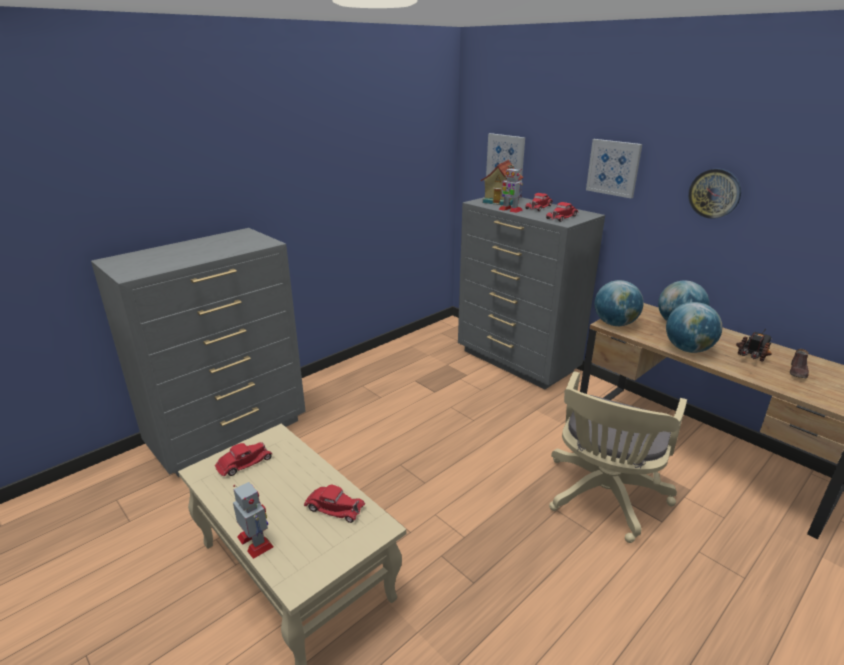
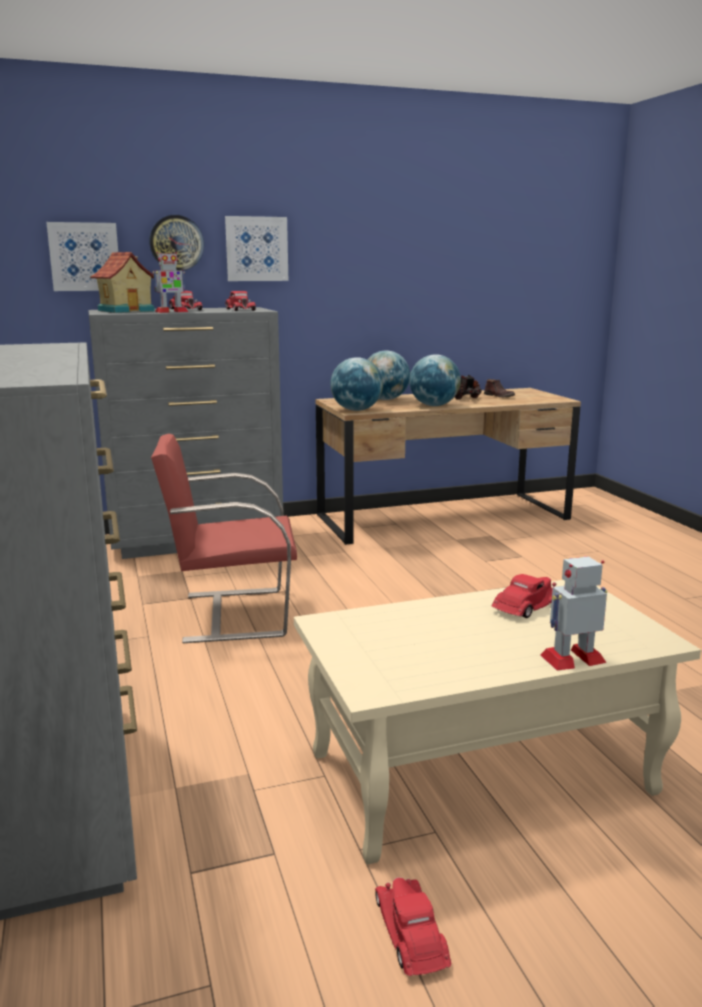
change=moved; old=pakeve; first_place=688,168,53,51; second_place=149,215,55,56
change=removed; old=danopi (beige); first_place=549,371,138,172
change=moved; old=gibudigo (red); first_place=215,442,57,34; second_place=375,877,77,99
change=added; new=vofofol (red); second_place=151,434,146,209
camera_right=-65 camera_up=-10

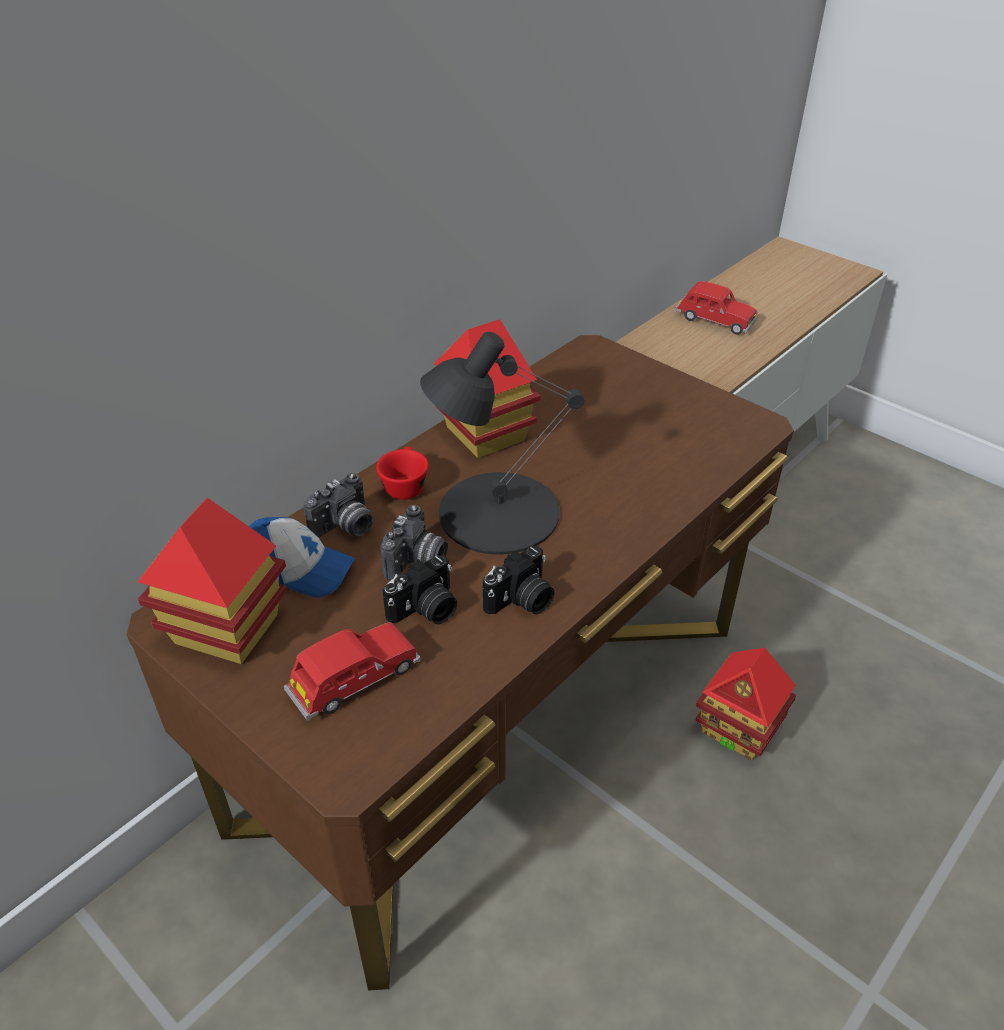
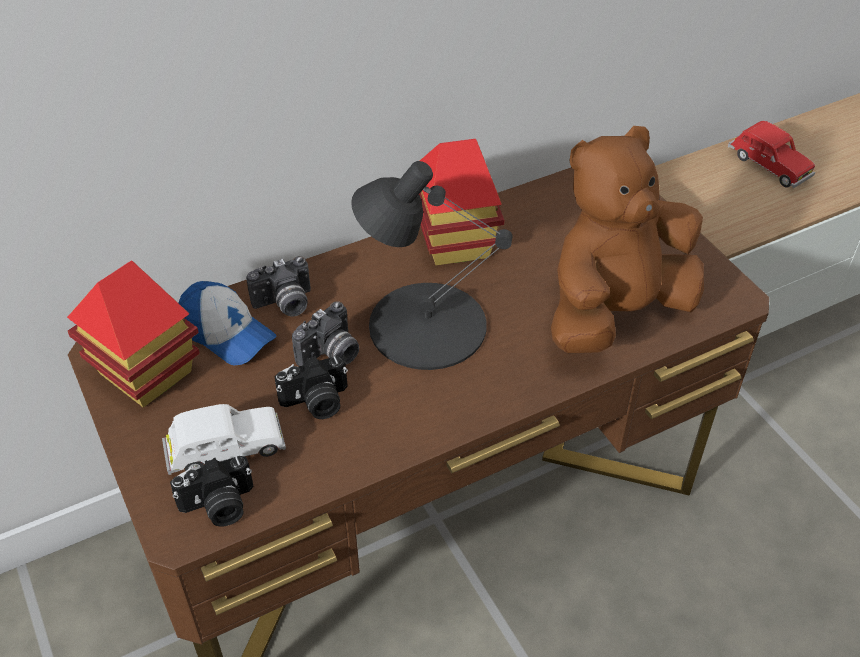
change=removed; old=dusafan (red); first_place=376,447,53,53
change=moved; old=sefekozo; first_place=483,546,71,69; second_place=170,456,84,71
change=recoloured; old=gibudigo (red); new=gibudigo (white); first_place=284,622,137,99; second_place=162,404,124,71
change=removed; old=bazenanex; first_place=695,648,101,112
change=added; new=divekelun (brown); second_place=551,126,153,227
camera_right=20 camera_up=5

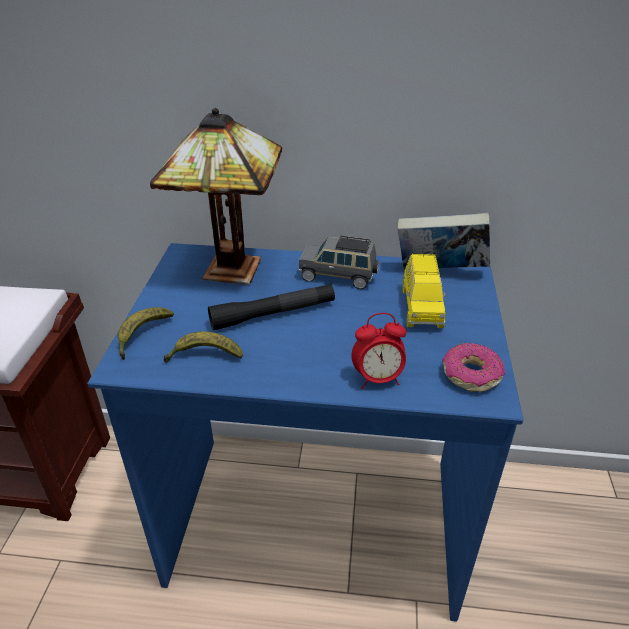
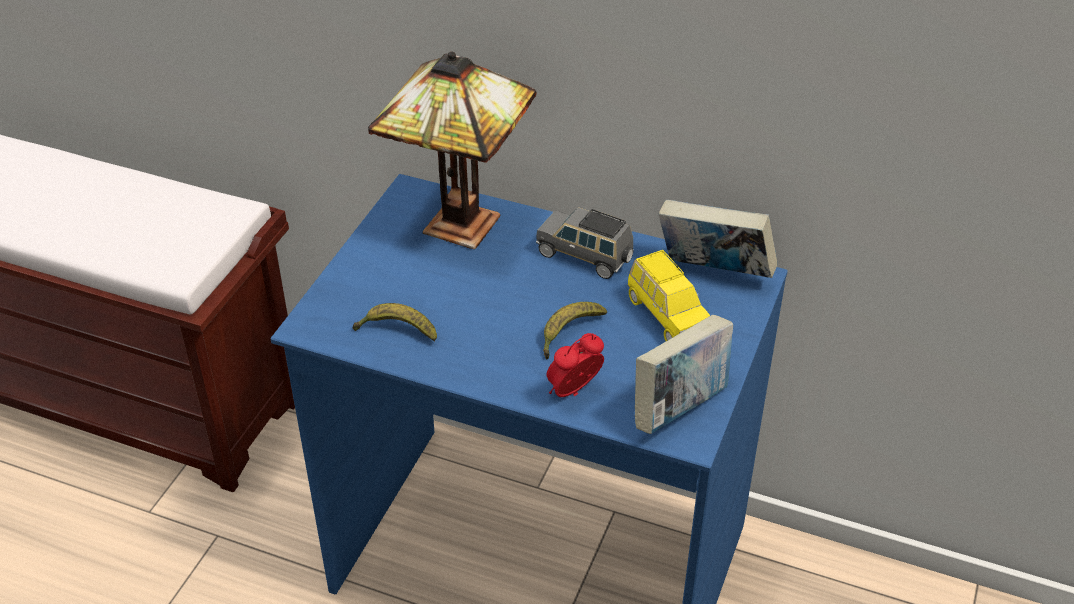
change=turned; old=gibudigo (yellow); first_place=403,254,43,74; second_place=627,250,83,91; degrees=-45
change=removed; old=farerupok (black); first_place=208,284,127,47
change=moved; old=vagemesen; first_place=118,307,56,53; second_place=543,302,64,58
change=turned; old=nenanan; first_place=351,313,55,76; second_place=546,333,58,64; degrees=135
change=replaced; old=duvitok; new=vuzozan; first_place=442,343,63,49; second_place=635,315,98,119
camera_right=15 camera_up=5

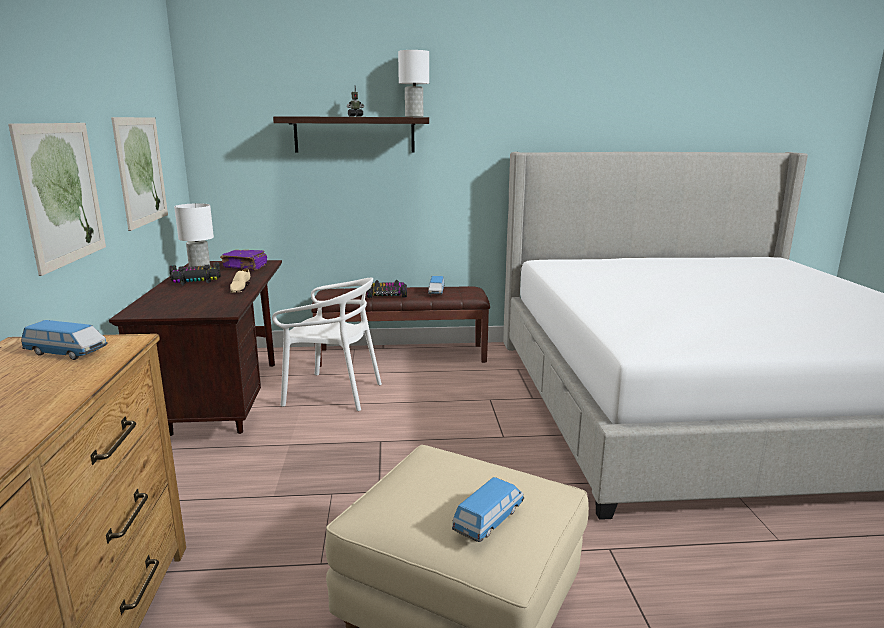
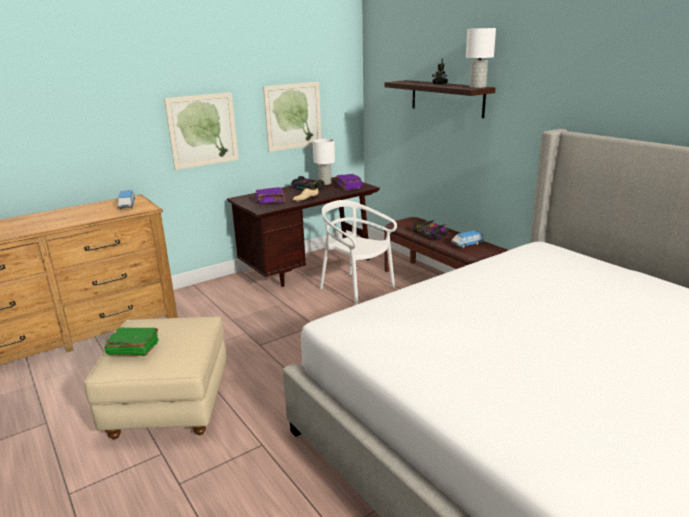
change=turned; old=vofofol (white); first_place=272,278,110,133; second_place=320,200,77,105; degrees=150
change=replaced; old=gibudigo; new=vuzozan (green); first_place=452,477,72,65; second_place=104,327,54,29
change=added; new=vuzozan (purple); second_place=256,187,29,17
camera_right=60 camera_up=5

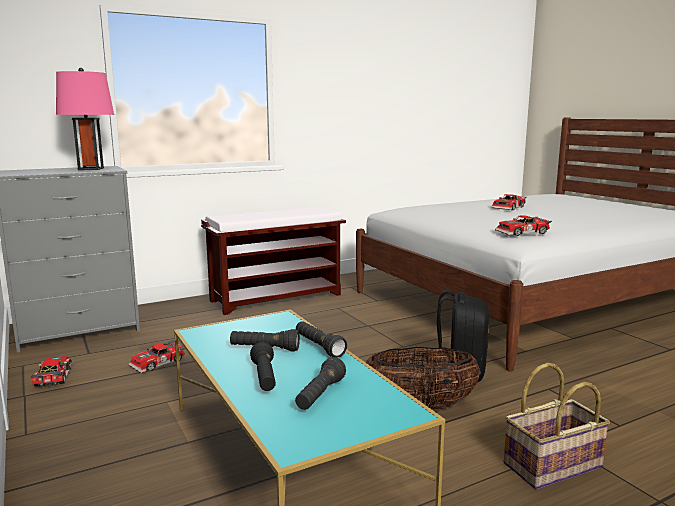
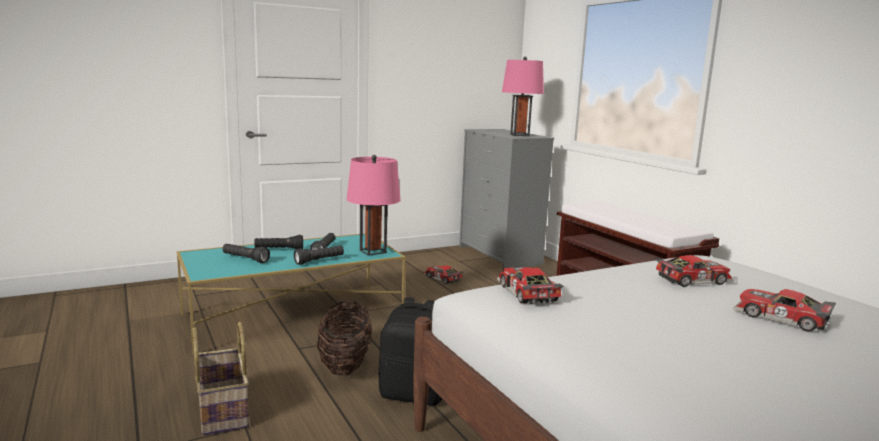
change=moved; old=gibudigo; first_place=31,356,42,31; second_place=655,255,79,32
change=added; new=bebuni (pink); second_place=346,155,55,101
camera_right=90 camera_up=0

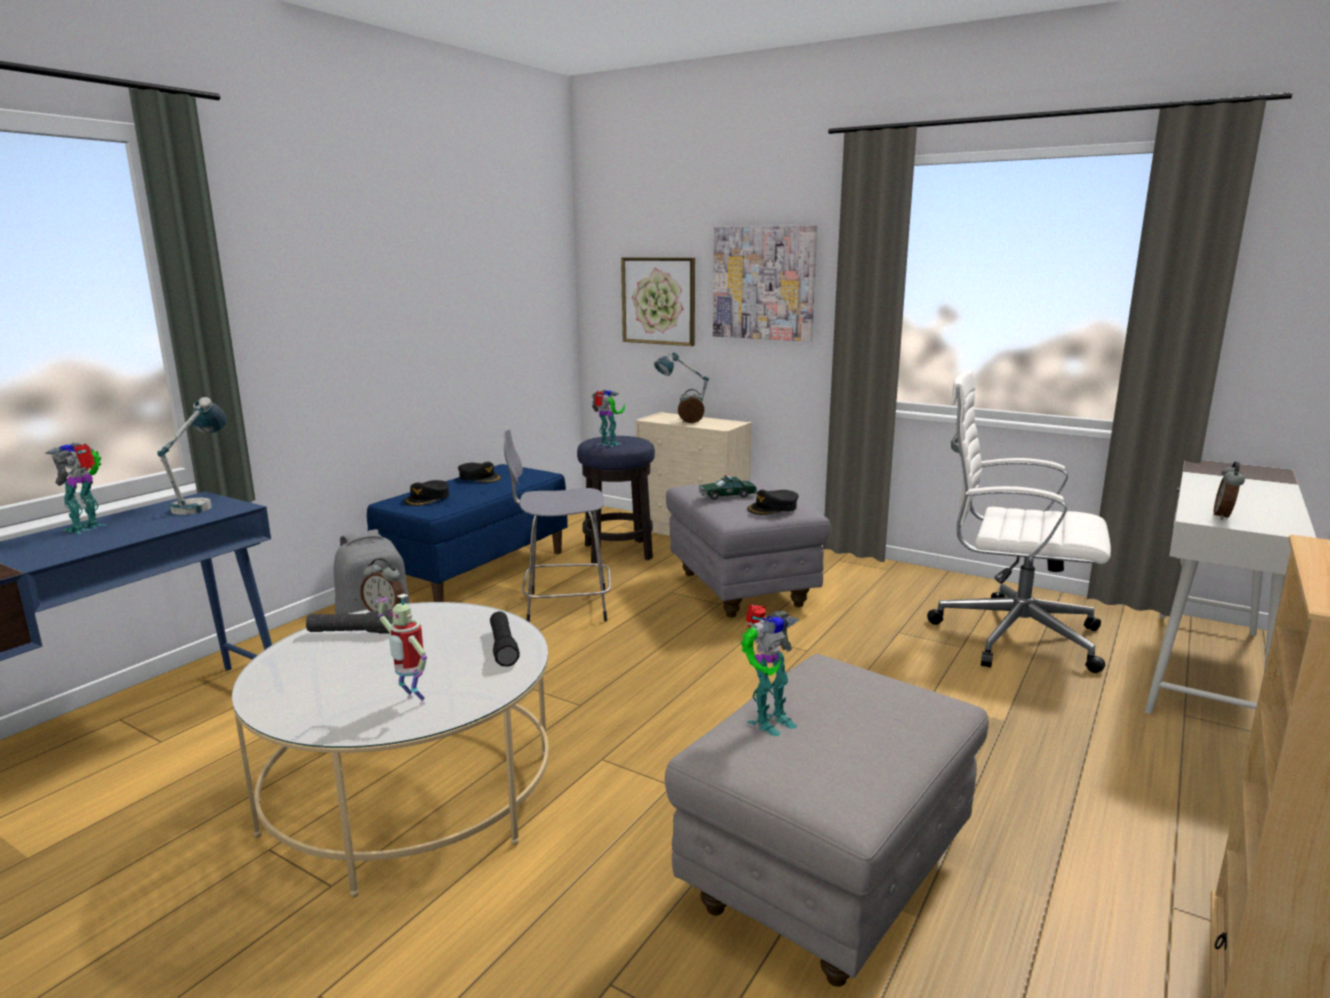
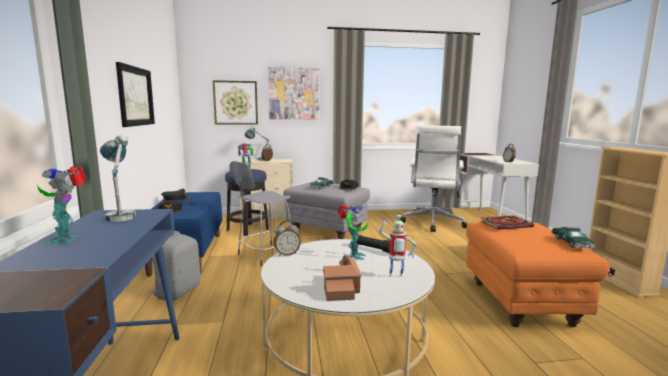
change=turned; old=danopi (white); first_place=927,370,184,303; second_place=400,125,67,107; degrees=-60
change=moved; old=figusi; first_place=741,604,59,132; second_place=338,204,30,56
change=removed; old=farerupok (black); first_place=306,610,88,24
change=recoloured; old=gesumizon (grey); new=gesumizon (orange); first_place=665,654,324,333; second_place=466,222,143,105
change=added; new=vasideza; second_place=116,62,39,65
change=added; new=vuzozan; second_place=481,216,53,14
change=added; new=gibudigo; second_place=551,227,44,21
change=added; new=bazenanex; second_place=323,255,39,46
camera_right=-40 camera_up=-5

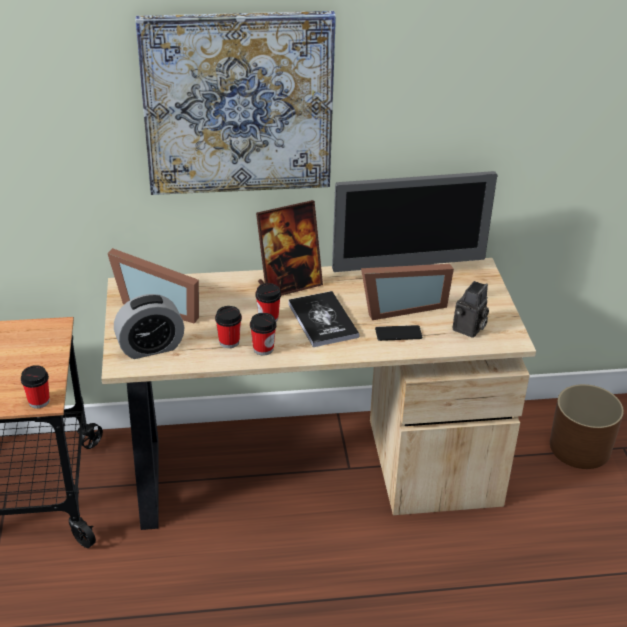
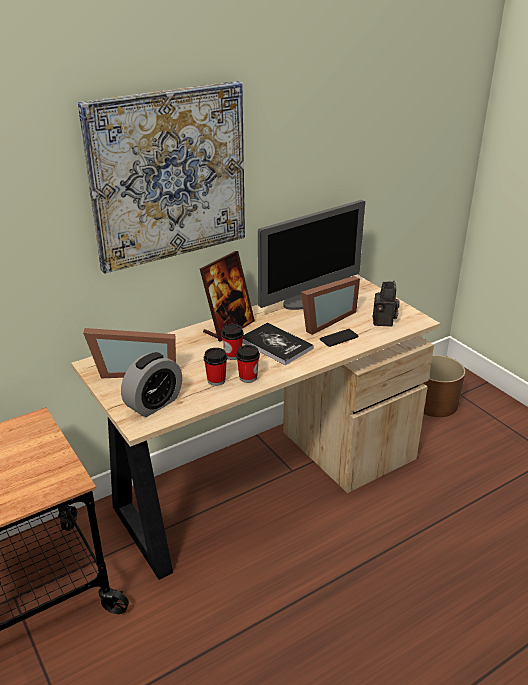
change=removed; old=dusafan; first_place=21,365,29,43
camera_right=-25 camera_up=-5

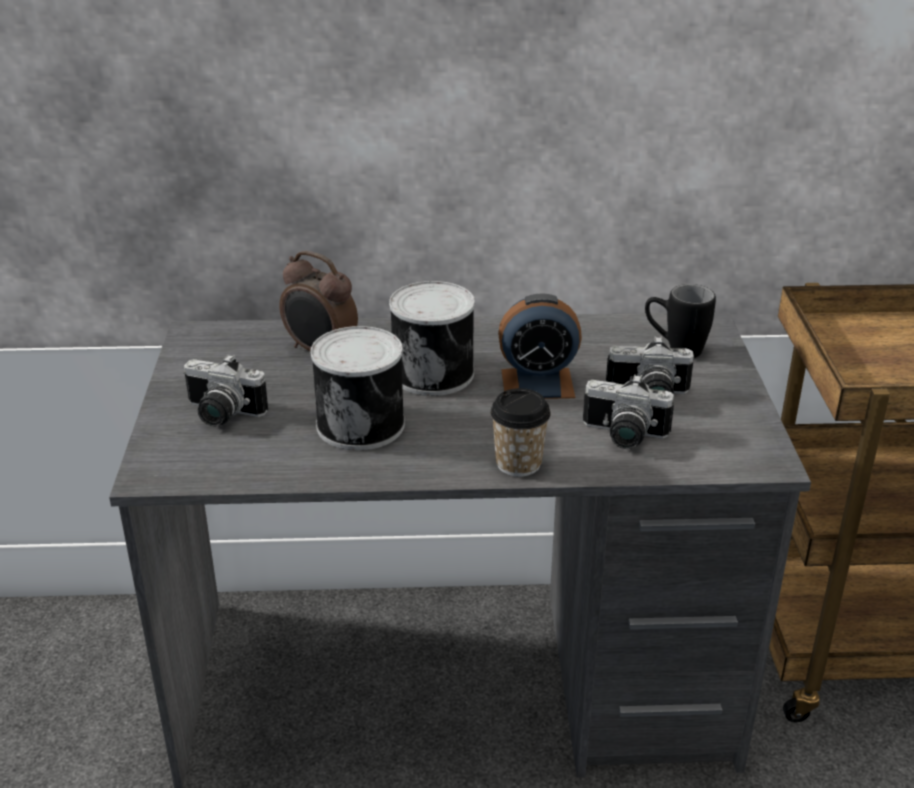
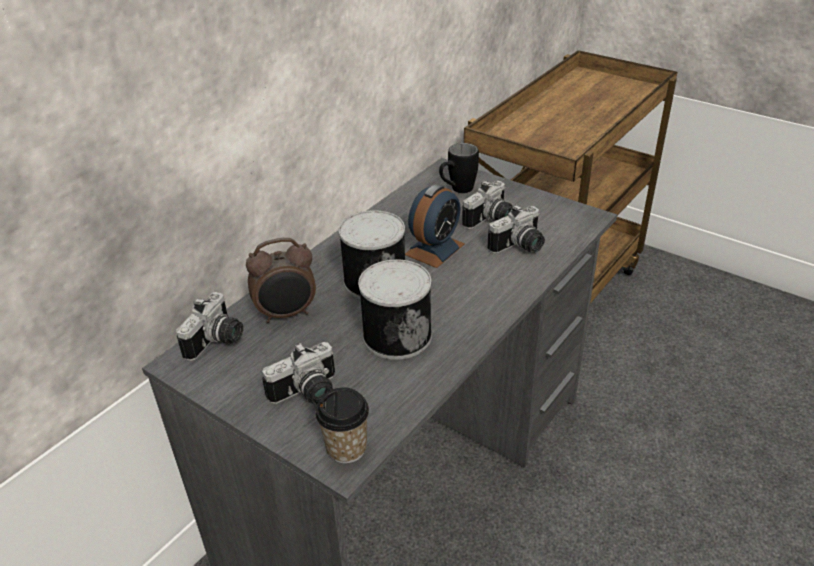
change=moved; old=dusafan; first_place=490,388,61,89; second_place=316,387,53,77
change=added; new=sefekozo; second_place=176,292,67,69
camera_right=-50 camera_up=5

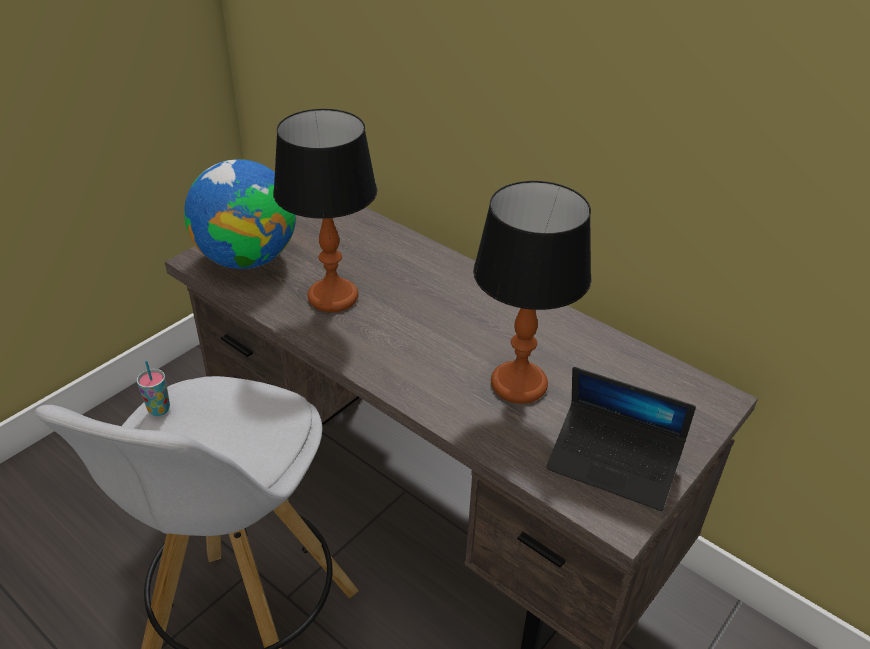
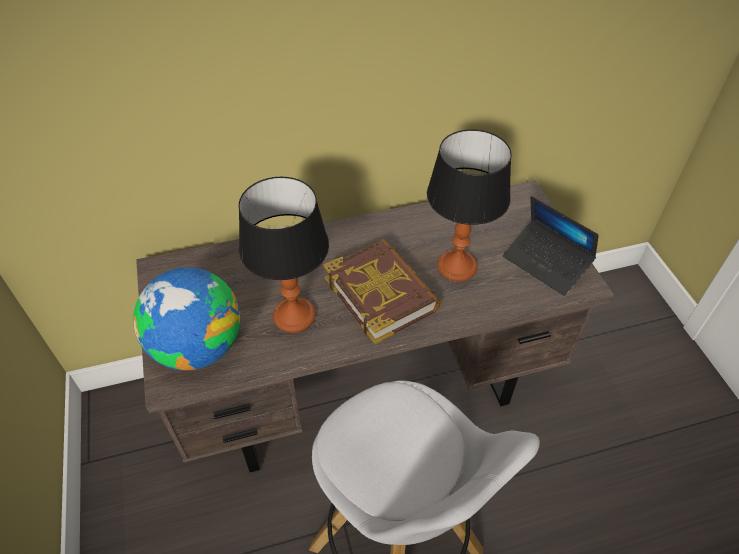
change=removed; old=dusafan; first_place=137,361,33,55
change=turned; old=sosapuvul; first_place=546,367,150,144; second_place=503,196,96,100; degrees=75
change=added; new=vuzozan; second_place=324,239,117,105
camera_right=-55 camera_up=10

